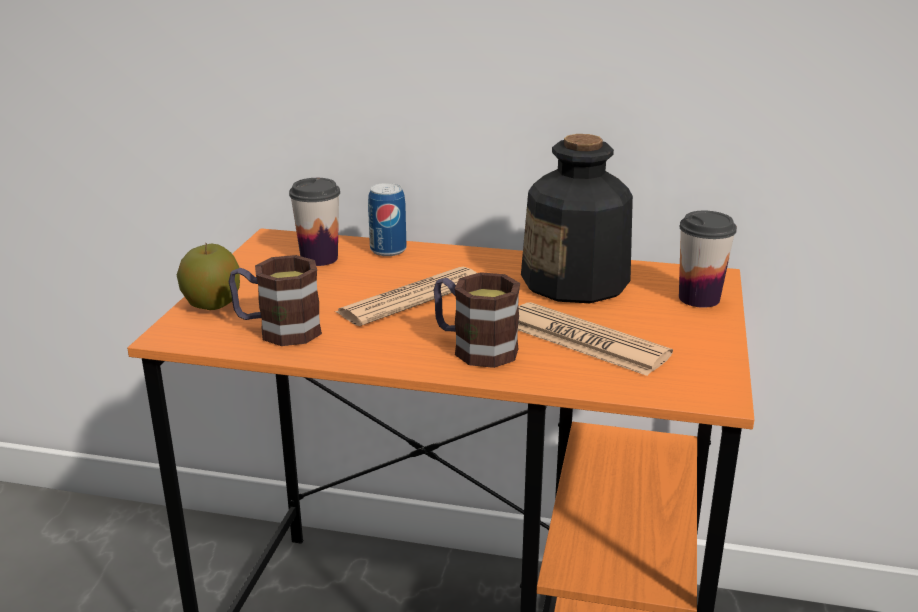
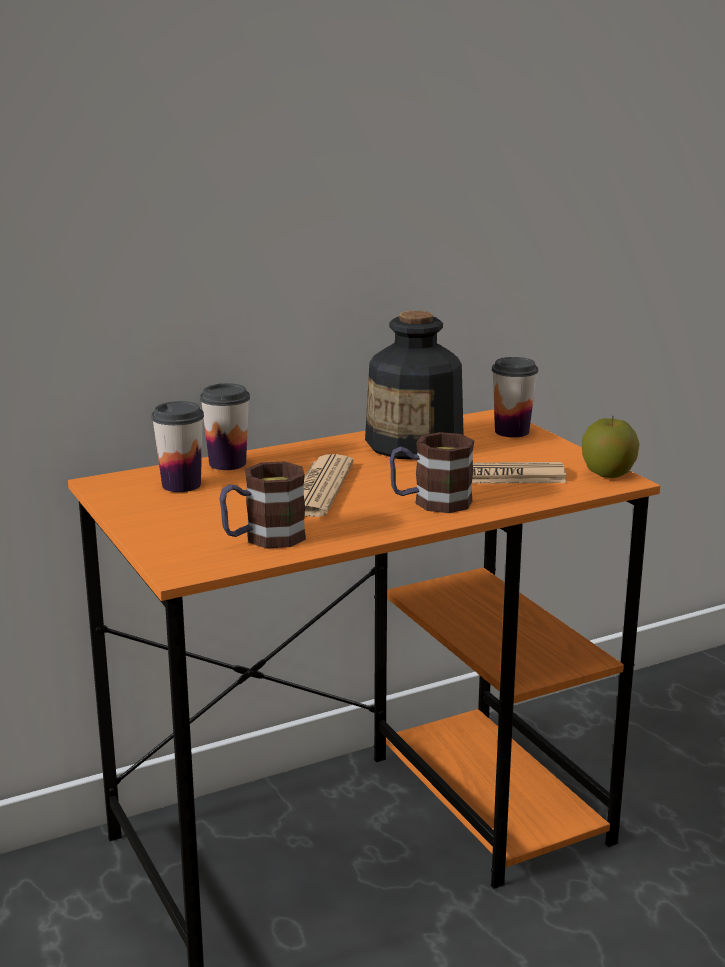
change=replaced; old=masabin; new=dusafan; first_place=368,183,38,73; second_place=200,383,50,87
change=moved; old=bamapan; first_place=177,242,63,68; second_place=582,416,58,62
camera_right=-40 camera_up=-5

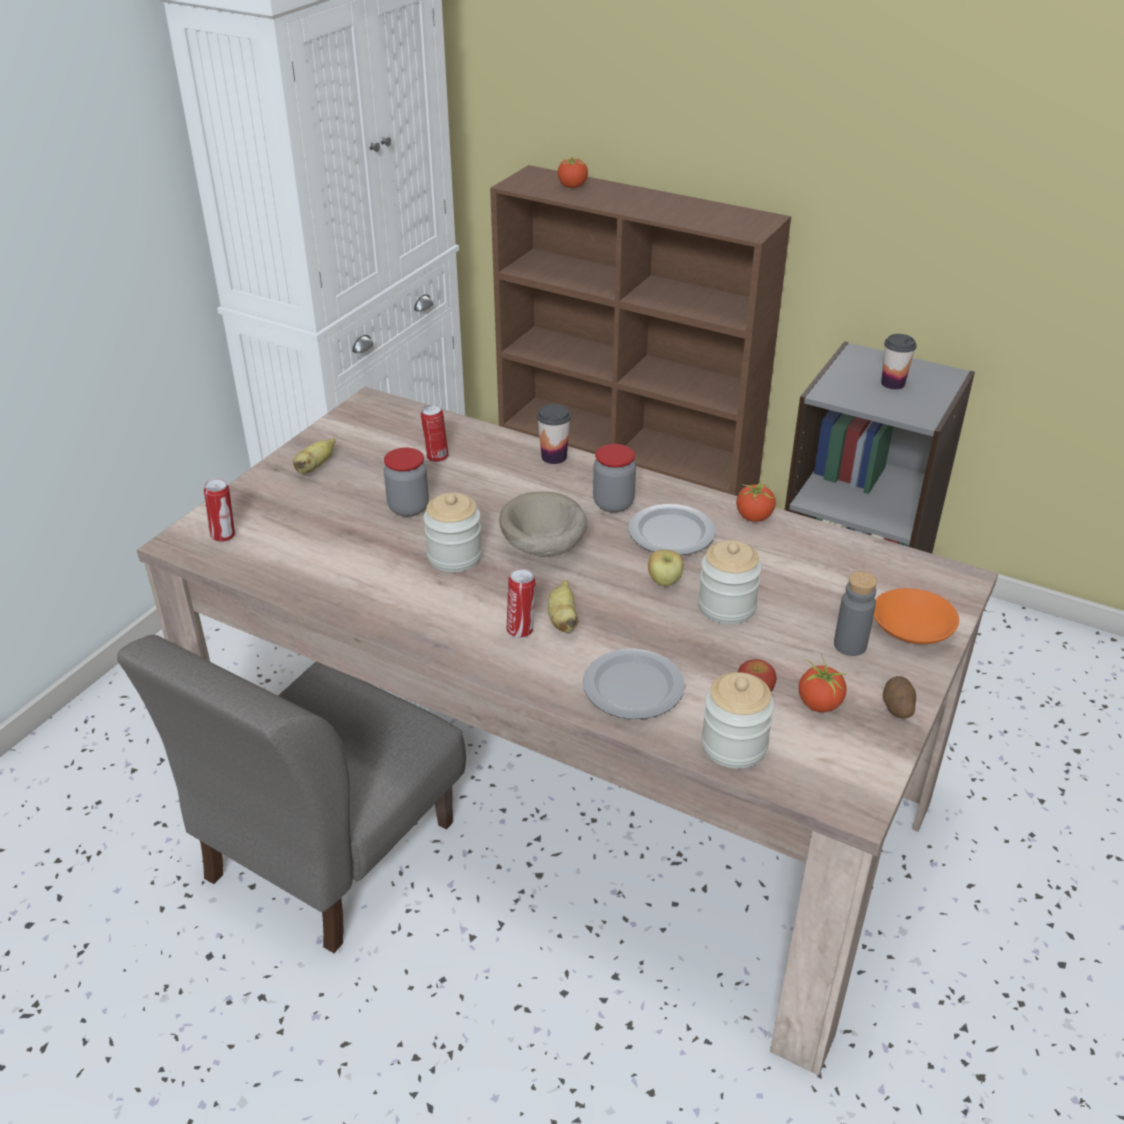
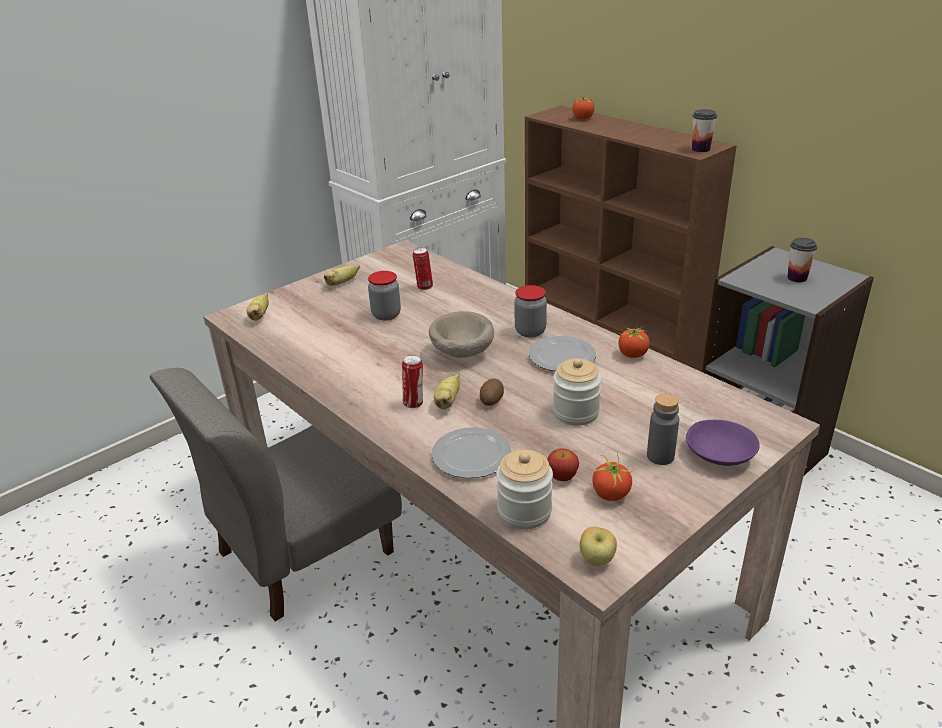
change=moved; old=dusafan; first_place=537,404,34,60; second_place=692,109,25,43
change=replaced; old=masabin; new=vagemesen; first_place=204,479,31,63; second_place=247,293,22,28
change=removed; old=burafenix; first_place=423,493,59,79
change=moved; old=bamapan; first_place=648,550,35,36; second_place=580,527,37,39
change=recoloured; old=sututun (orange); new=sututun (purple); first_place=874,588,85,56; second_place=686,420,74,46
change=moved; old=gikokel; first_place=883,676,33,43; second_place=480,379,24,27
camera_right=20 camera_up=-5

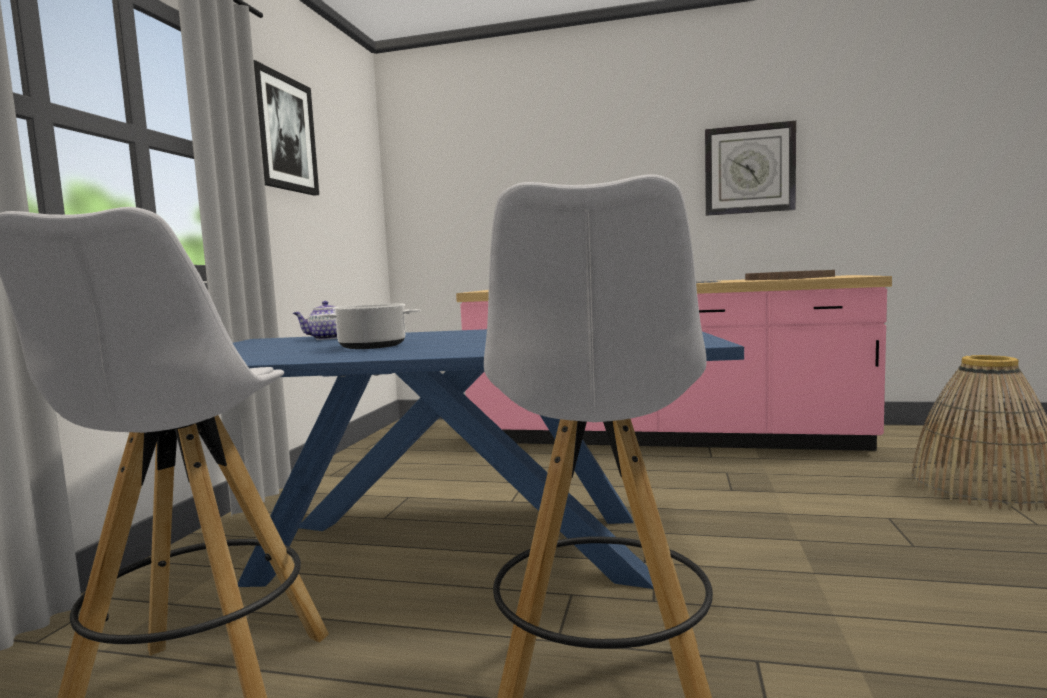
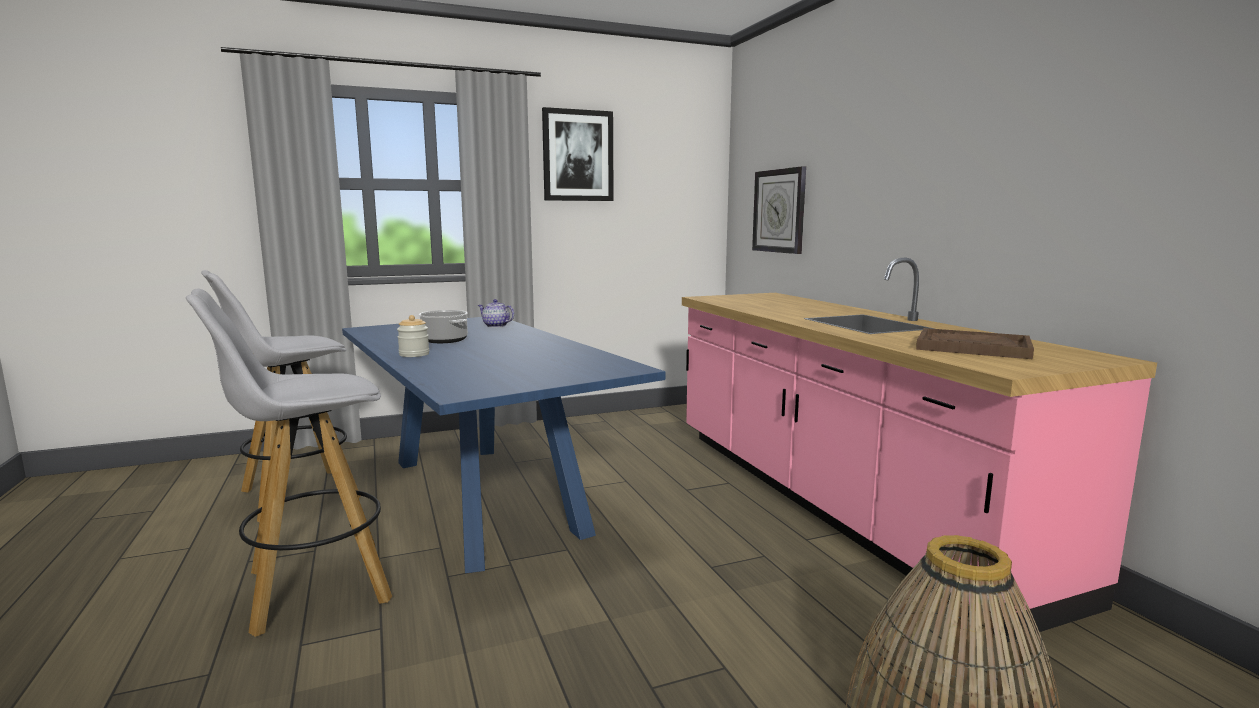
change=moved; old=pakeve; first_place=705,121,91,95; second_place=752,166,54,88
change=added; new=burafenix; second_place=397,315,32,42
camera_right=55 camera_up=5

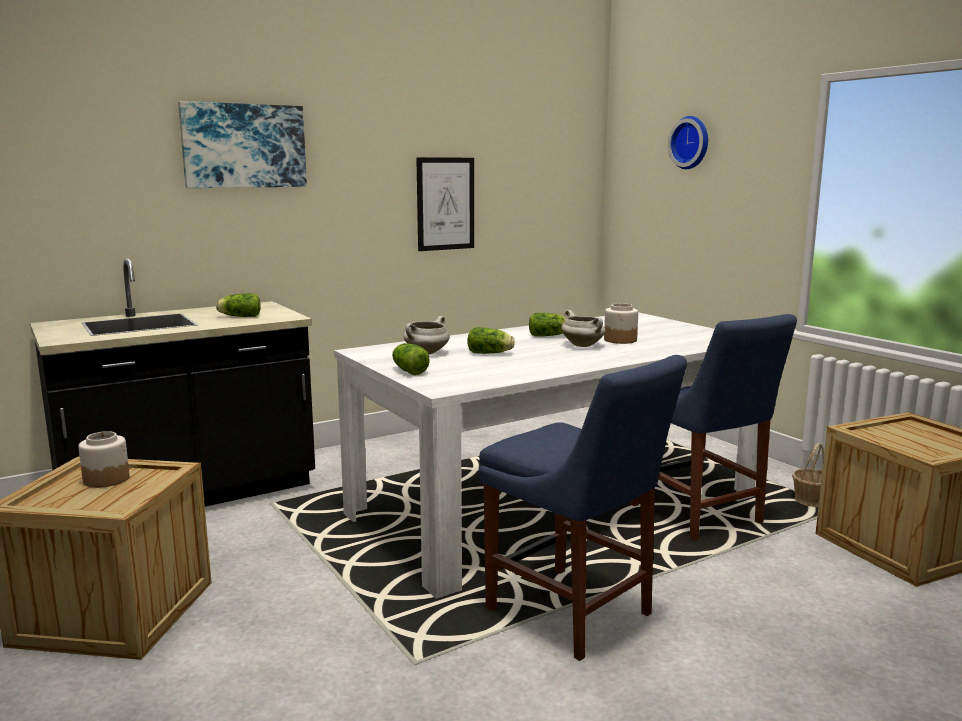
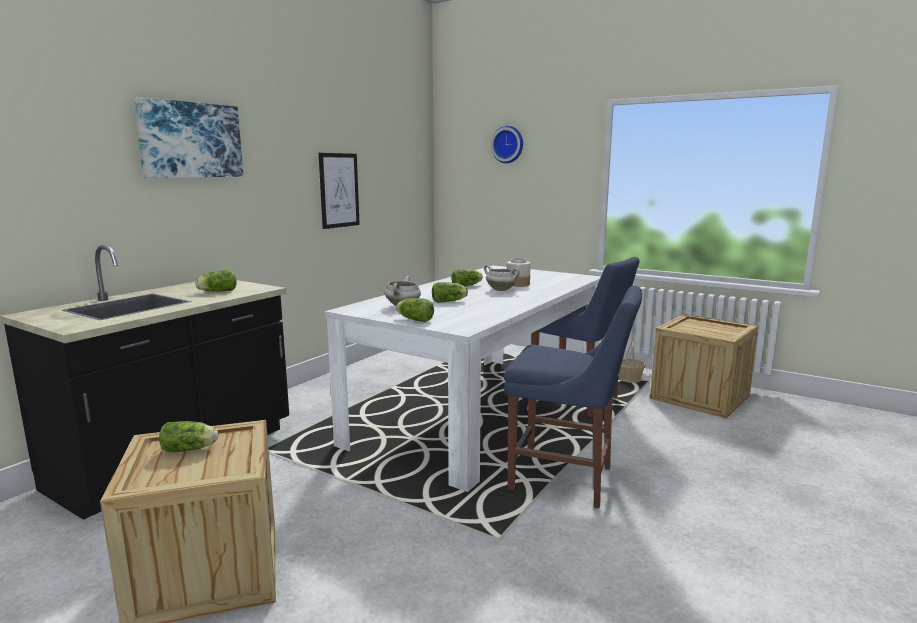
change=replaced; old=burafenix; new=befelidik; first_place=78,431,51,57; second_place=159,421,59,31
camera_right=-25 camera_up=0

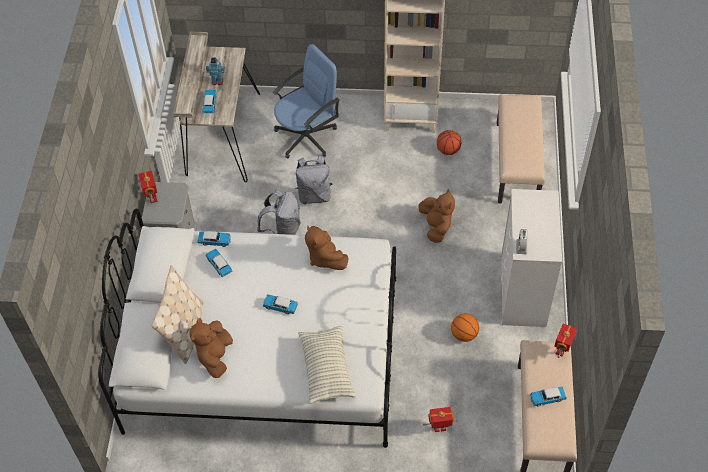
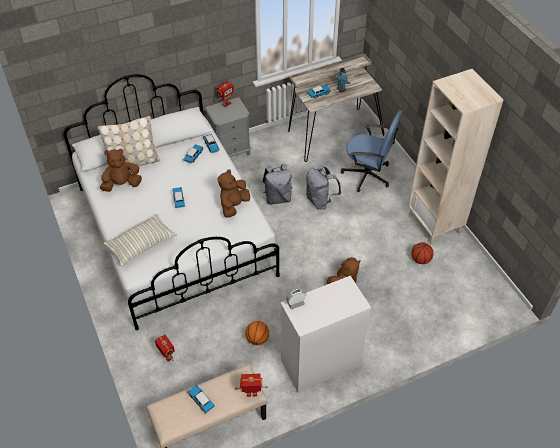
change=removed; old=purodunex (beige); first_place=497,94,48,109
camera_right=60 camera_up=-5

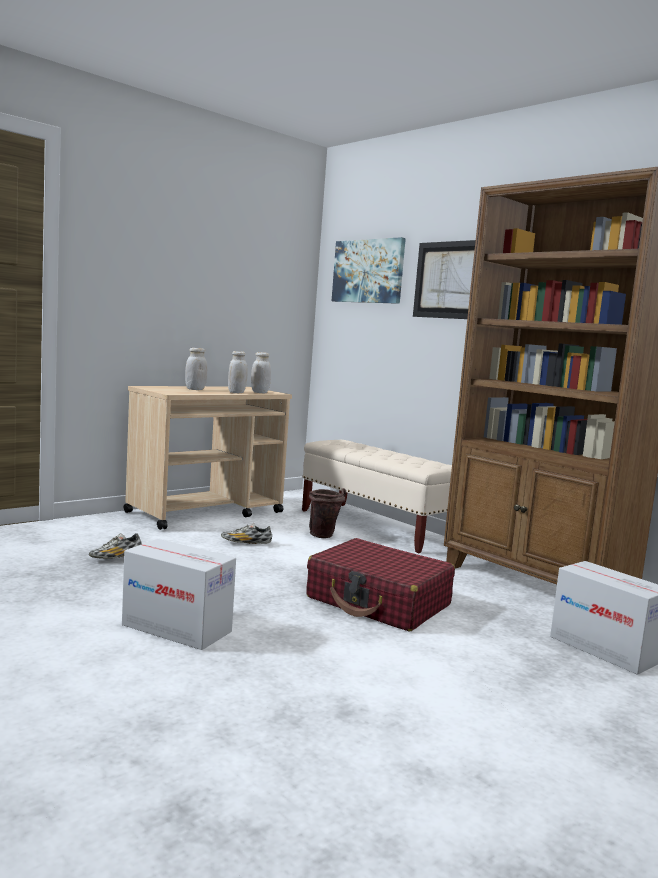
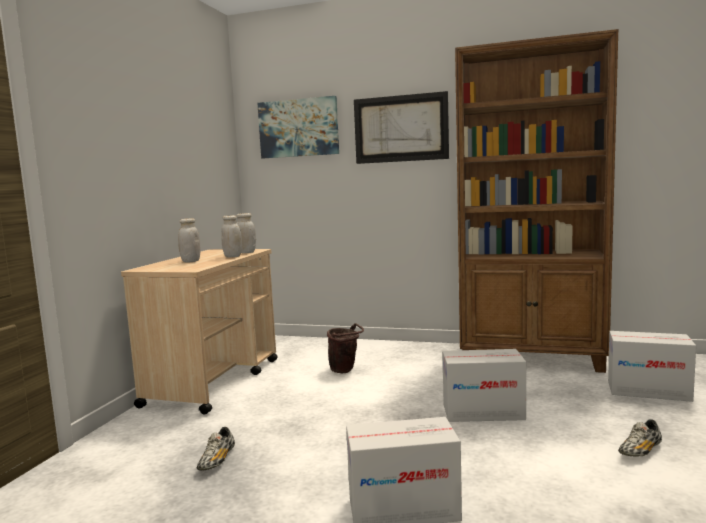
change=removed; old=purodunex (beige); first_place=302,440,150,114
change=moved; old=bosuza; first_place=221,523,51,21; second_place=618,419,44,38
change=replaced; old=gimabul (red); new=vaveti; first_place=306,538,149,94; second_place=442,349,84,73
camera_right=-30 camera_up=0

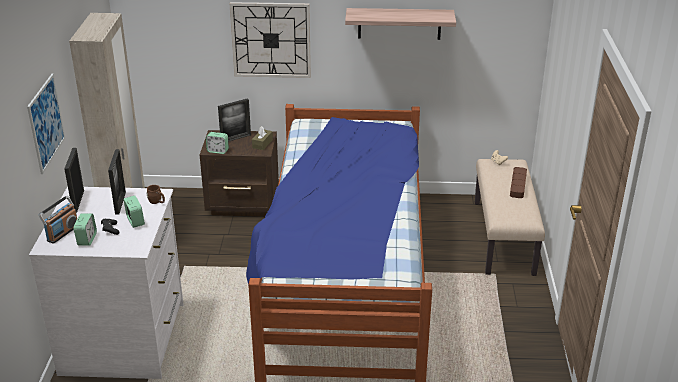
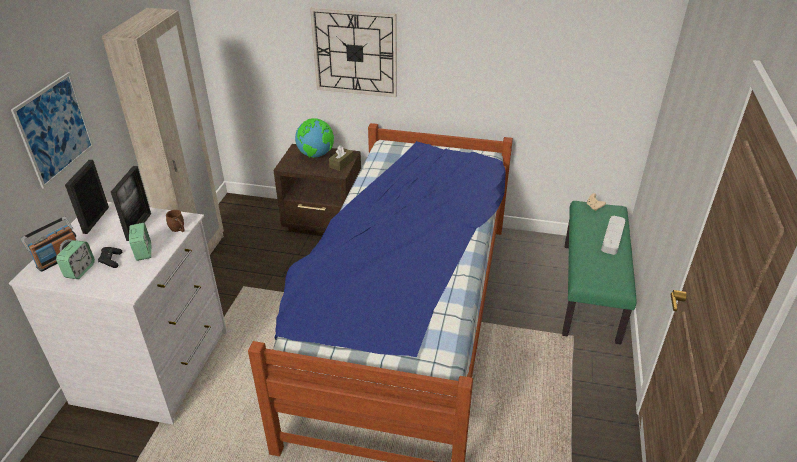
change=removed; old=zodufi; first_place=345,8,111,32
change=replaced; old=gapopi; new=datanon; first_place=218,98,33,44; second_place=295,118,39,40
change=removed; old=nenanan; first_place=206,132,23,22
change=recoloured; old=purodunex (beige); new=purodunex (green); first_place=475,159,70,117; second_place=562,201,75,144
change=recoloured; old=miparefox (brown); new=miparefox (grey); first_place=510,167,17,31; second_place=601,216,25,39
camera_right=10 camera_up=5

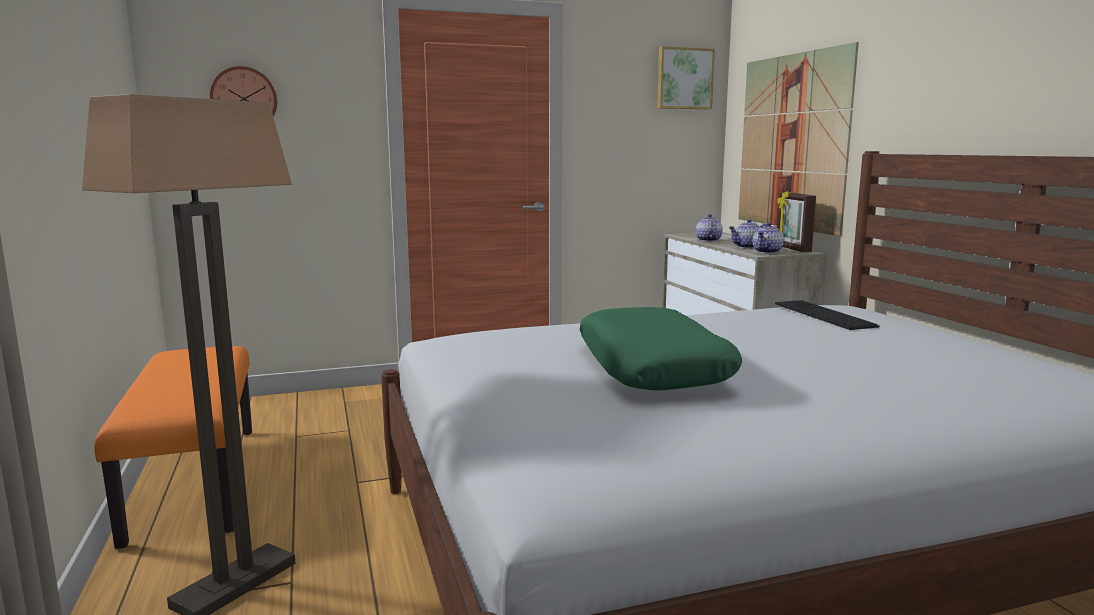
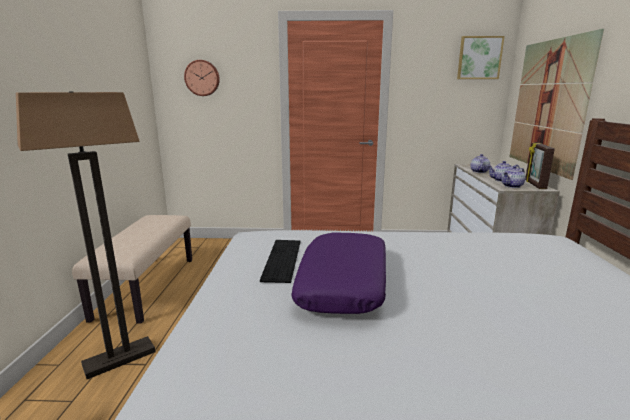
change=moved; old=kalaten; first_place=775,300,105,30; second_place=260,240,41,43
change=recoloured; old=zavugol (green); new=zavugol (purple); first_place=580,307,162,84; second_place=291,233,95,81
change=recoloured; old=purodunex (orange); new=purodunex (beige); first_place=94,346,158,203; second_place=72,215,120,108
camera_right=20 camera_up=5

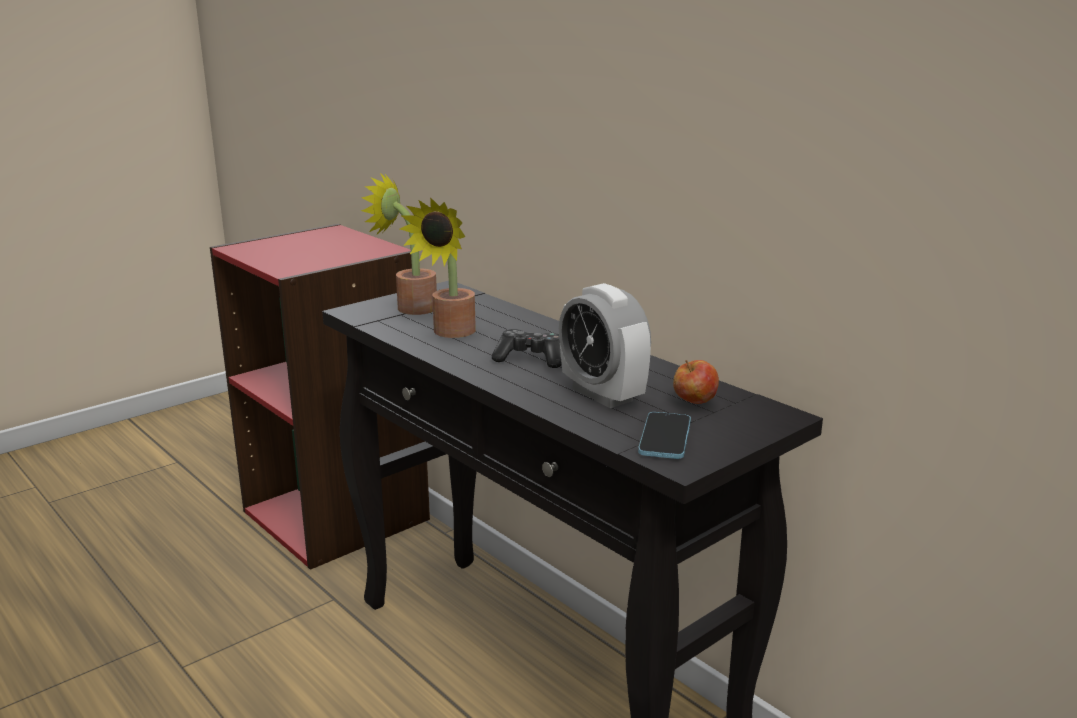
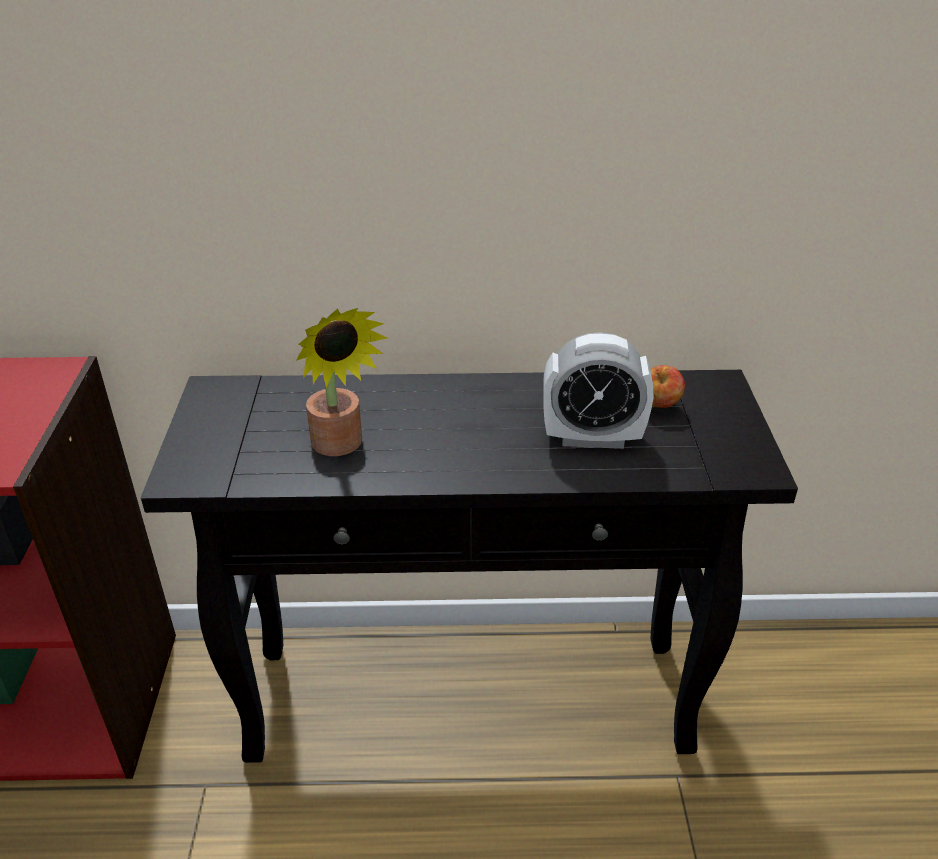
change=removed; old=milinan; first_place=361,173,76,142
change=removed; old=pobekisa; first_place=492,329,70,39
change=removed; old=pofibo; first_place=638,412,53,47
camera_right=-50 camera_up=15

